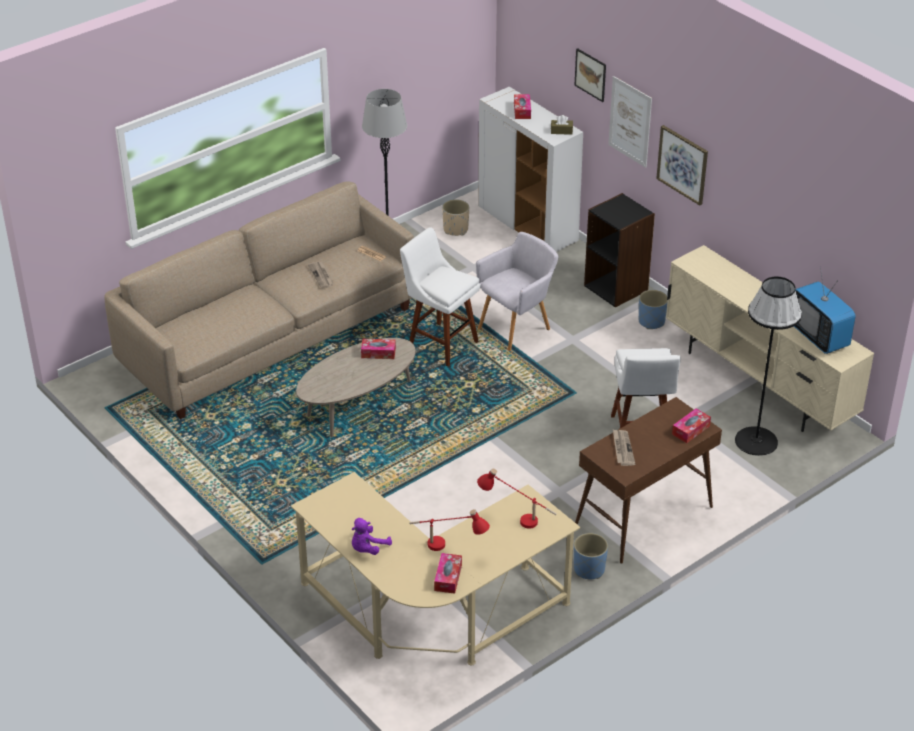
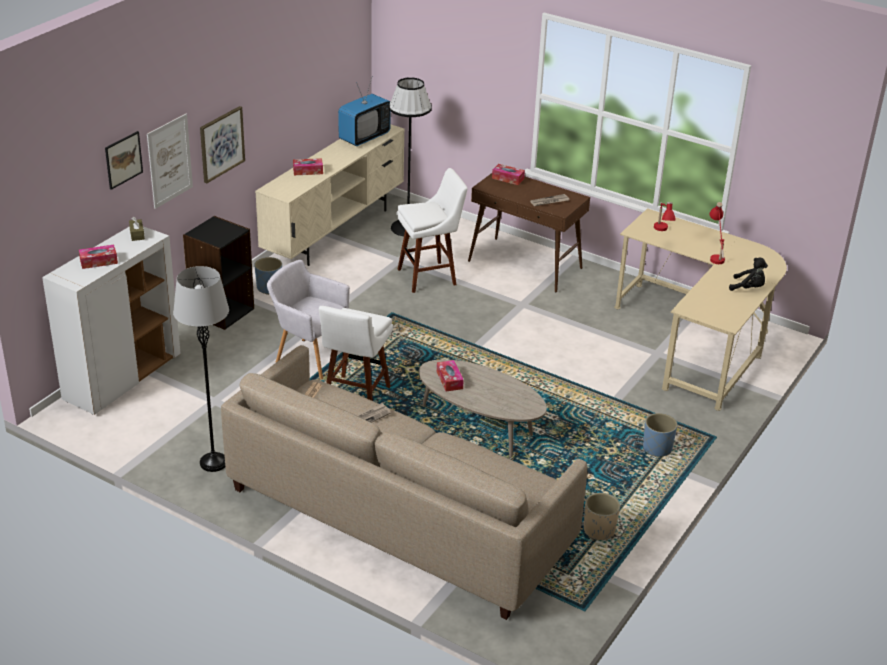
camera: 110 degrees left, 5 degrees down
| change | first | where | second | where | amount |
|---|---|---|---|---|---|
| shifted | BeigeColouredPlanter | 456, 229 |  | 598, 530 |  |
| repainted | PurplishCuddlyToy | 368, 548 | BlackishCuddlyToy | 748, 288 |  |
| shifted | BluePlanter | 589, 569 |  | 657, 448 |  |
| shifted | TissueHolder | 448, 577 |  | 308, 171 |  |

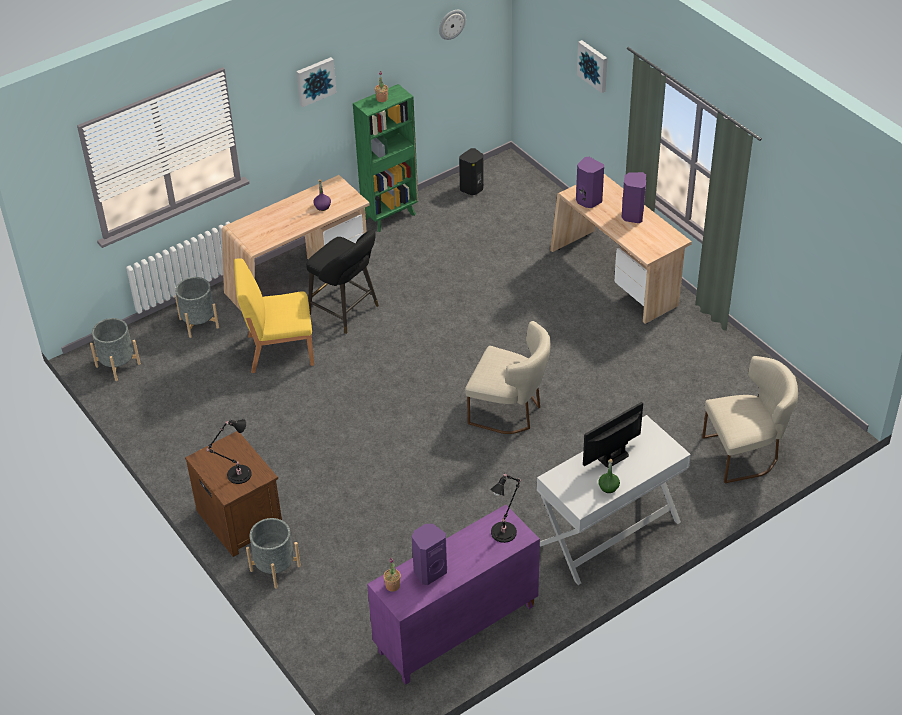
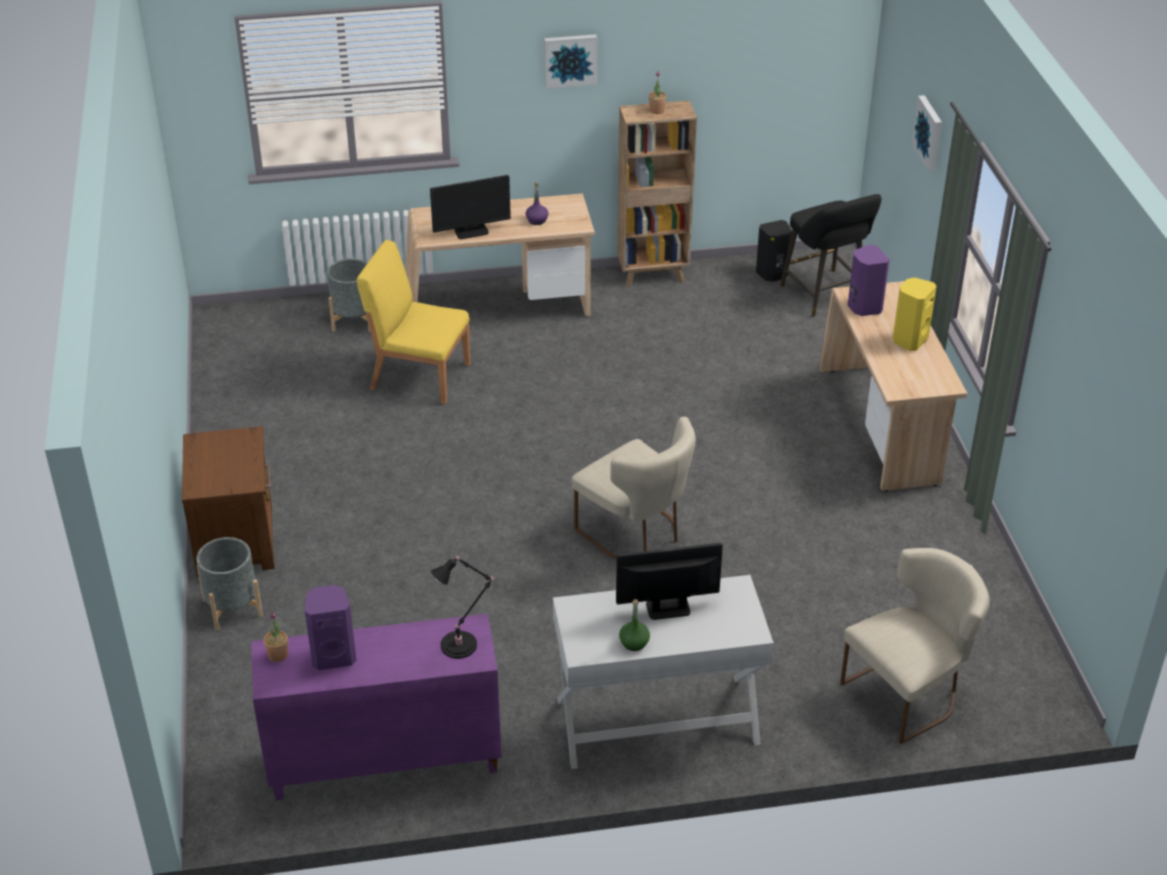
camera: 25 degrees right, 5 degrees down
| change | first | where | second | where | amount |
|---|---|---|---|---|---|
| gone | ClockOnTheWall | 451, 24 |  |  |  |
| repainted | GreenColouredBookcase | 391, 216 | BrownBookcase | 653, 275 |  |
| repainted | PurplishLoudspeaker | 632, 215 | YellowLoudspeaker | 909, 340 |  |
| shifted | BlackishSittingStool | 346, 312 |  | 826, 296 |  |
| gone | GrayPlanter | 118, 365 |  |  |  |
| rotated | BeigeColouredUprightChair | 745, 453 |  | 909, 693 | 45 degrees counterclockwise |
| gone | BlackishLampForATable | 237, 475 |  |  |  |
| new |  |  | ComputerScreen | 471, 231 |  |

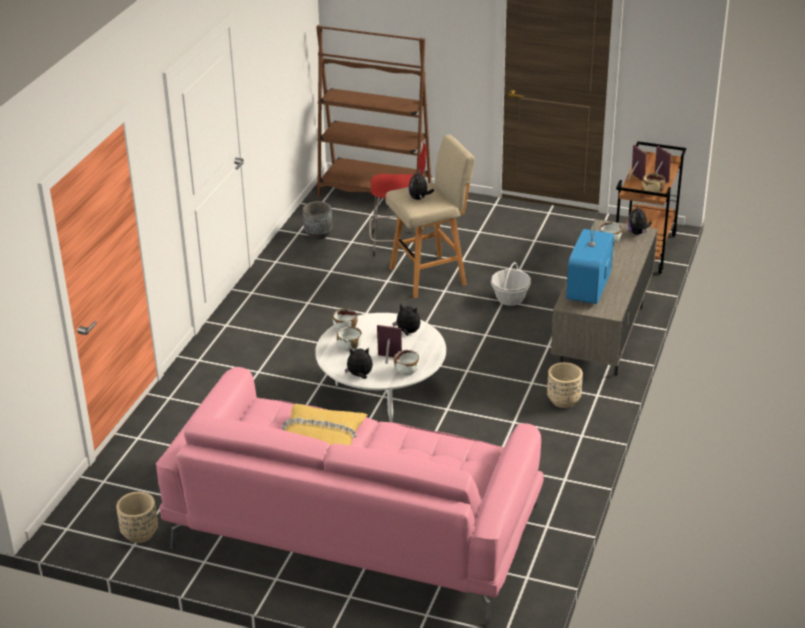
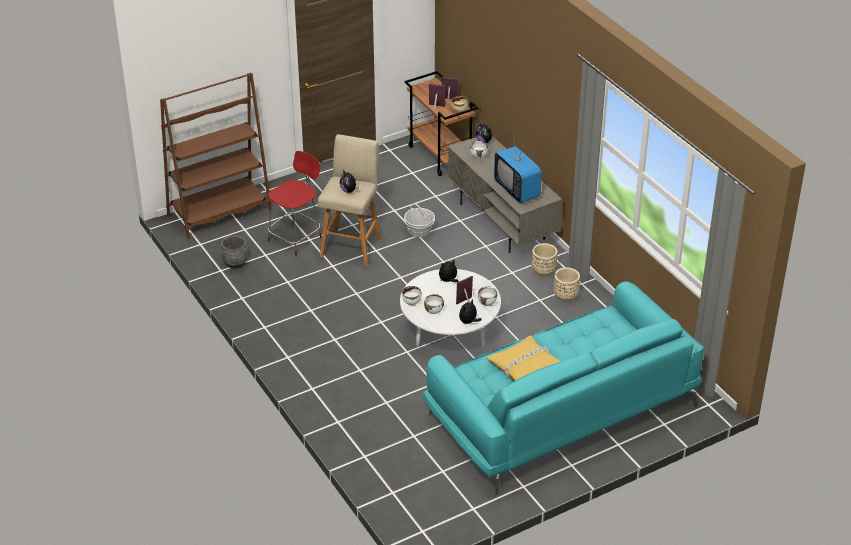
camera: 50 degrees left, 5 degrees up
| change | first | where | second | where | amount |
|---|---|---|---|---|---|
| repainted | PinkishSettee | 353, 526 | BlueGreenSettee | 560, 411 |  |
| shifted | BeigeColouredPlanter | 140, 534 |  | 565, 296 |  |

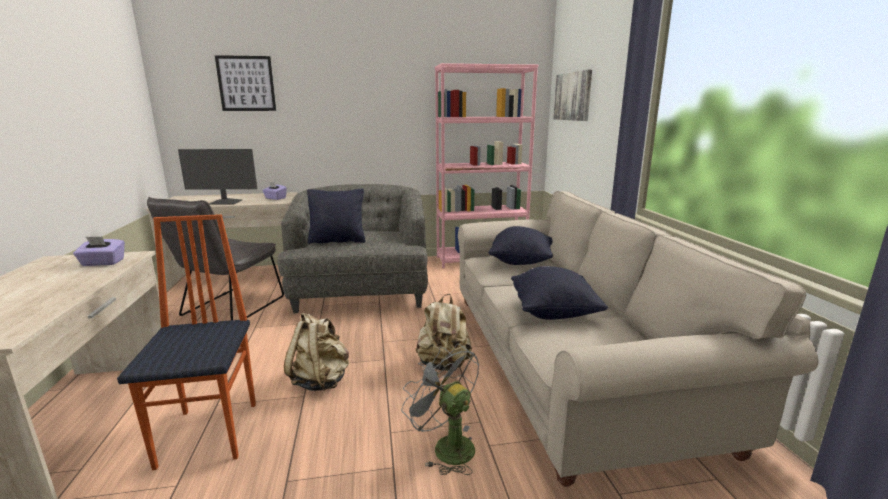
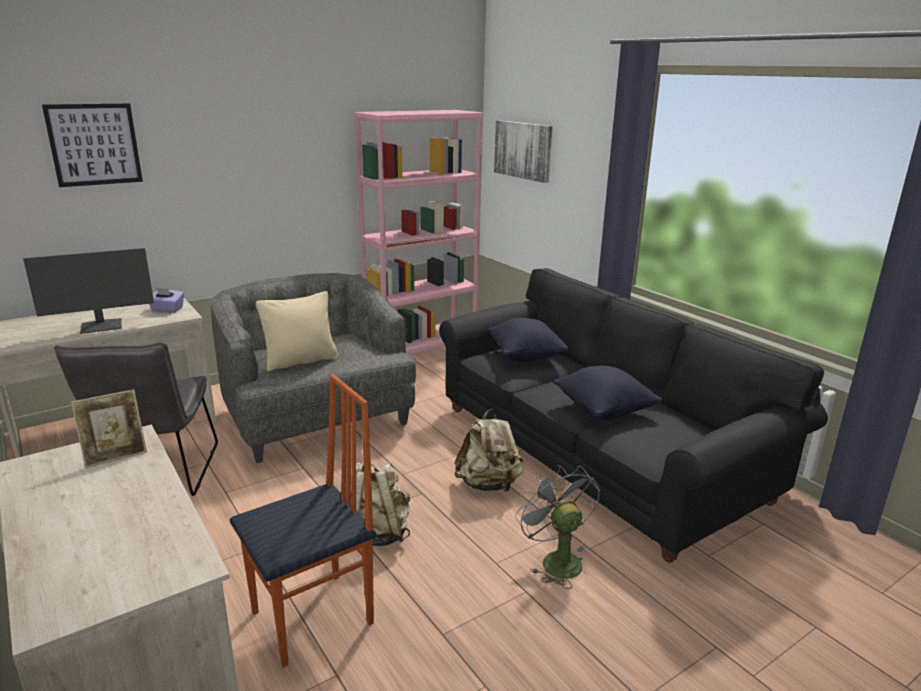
camera: 25 degrees left, 5 degrees up
| change | first | where | second | where | amount |
|---|---|---|---|---|---|
| repainted | BlackishPillow | 337, 241 | BeigeColouredPillow | 301, 361 |  |
| repainted | BeigeColouredSettee | 566, 361 | BlackishSettee | 596, 453 |  |
| rotated | UprightChair | 211, 433 |  | 314, 618 | 90 degrees clockwise |
| swapped | PurplishTissueHolder | 103, 263 | PhotoFrame | 116, 455 |  |
| rotated | GrayElectricFan | 446, 446 |  | 555, 560 | 45 degrees clockwise |

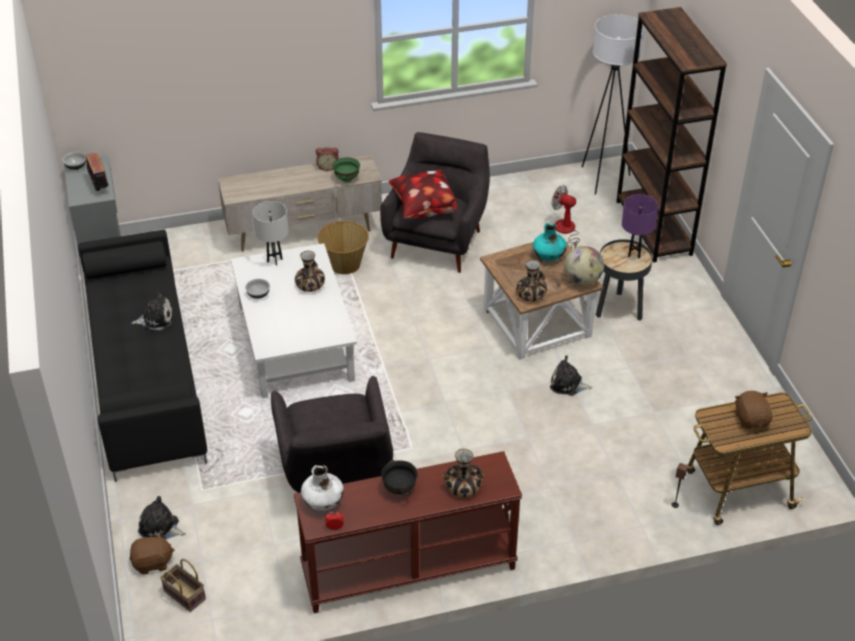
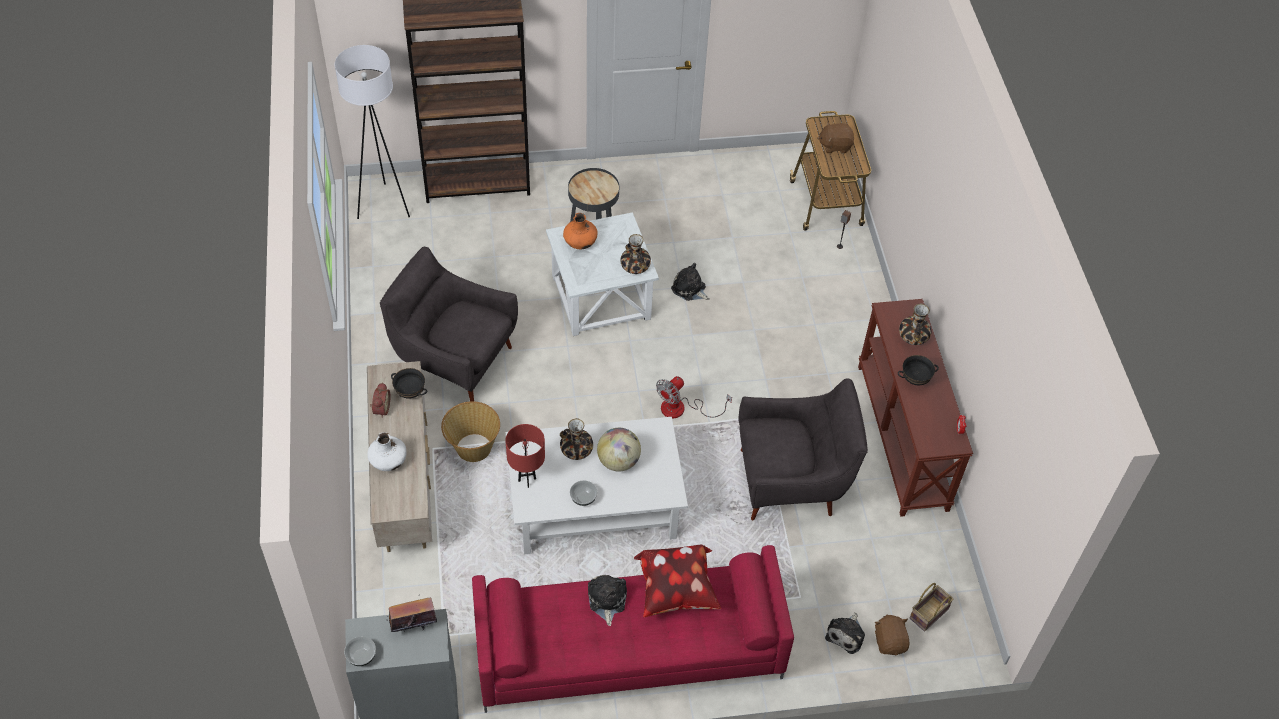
camera: 85 degrees left, 10 degrees up
| change | first | where | second | where | amount |
|---|---|---|---|---|---|
| repainted | GreenColouredDeepDish | 346, 179 | BlackishDeepDish | 410, 393 |  |
| shifted | Pillow | 423, 209 |  | 676, 593 |  |
| shifted | ElectricFan | 566, 232 |  | 682, 409 |  |
| gone | PurplishLampForATable | 634, 254 |  |  |  |
| repainted | WhitishLampForATable | 274, 260 | RedColouredLampForATable | 527, 480 |  |
| repainted | BlueGreenDecorativeVase | 549, 257 | OrangeyDecorativeVase | 580, 243 |  |
| repainted | BlackishSettee | 145, 377 | RedColouredSettee | 628, 651 |  |
| repainted | BrownEndTable | 538, 323 | WhitishEndTable | 601, 296 |  |
| shifted | DeskGlobe | 582, 281 |  | 618, 461 |  |
| rotated | CuddlyToy | 568, 384 |  | 690, 289 | 105 degrees clockwise |
| shifted | WhitishDecorativeVase | 323, 502 |  | 388, 461 |  |

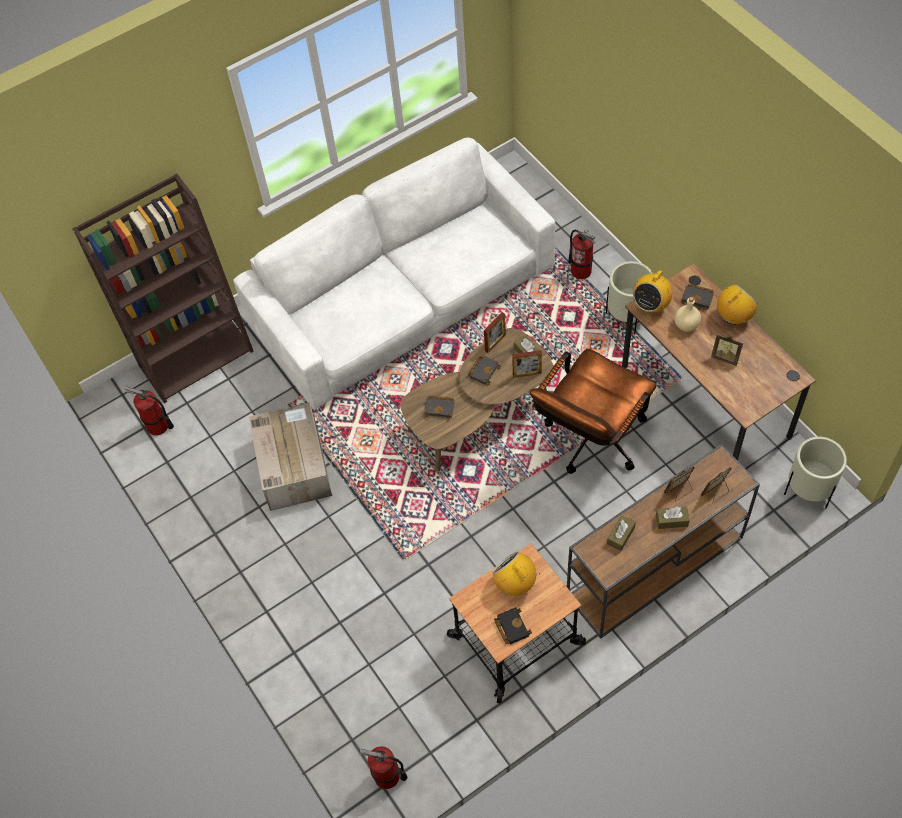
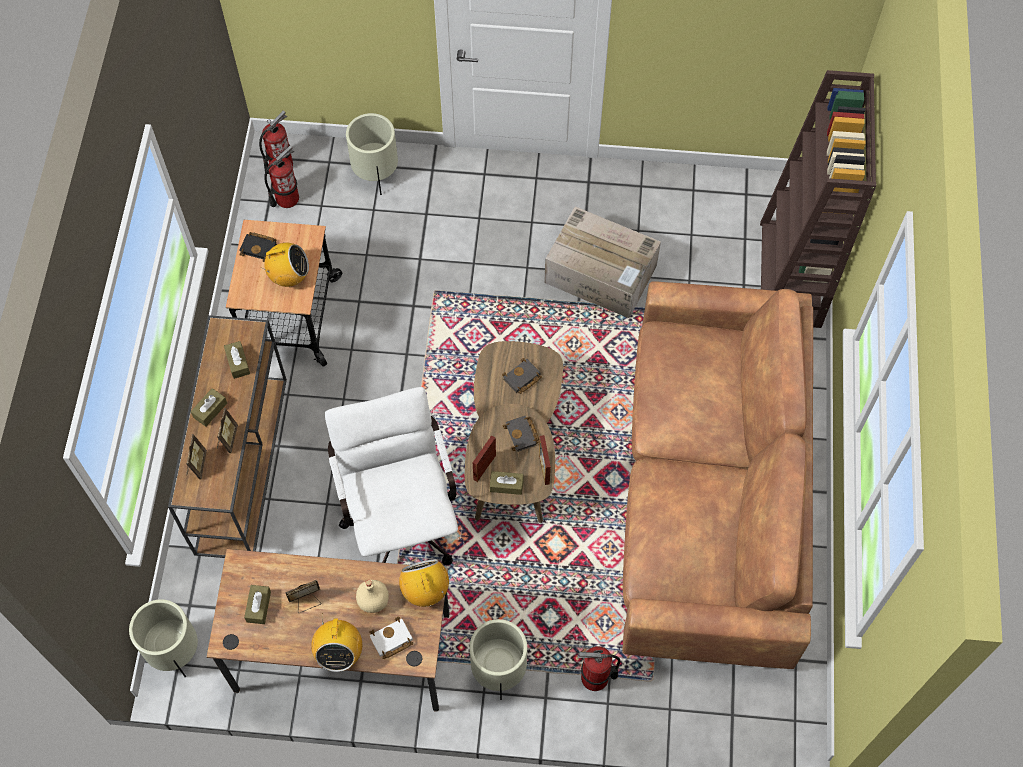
camera: 125 degrees right, 5 degrees up
| change | first | where | second | where | amount |
|---|---|---|---|---|---|
| repainted | WhitishSettee | 403, 297 | BrownSettee | 710, 488 |  |
| repainted | BlackishBook | 698, 298 | WhitishBook | 391, 640 |  |
| repainted | BrownComputerChair | 590, 442 | WhitishComputerChair | 400, 516 |  |
| shifted | FireFightingCylinder | 158, 426 |  | 287, 198 |  |
| new |  |  | BeigeColouredPlanter | 376, 174 |  |
| new |  |  | BrownTissueHolder | 258, 606 |  |

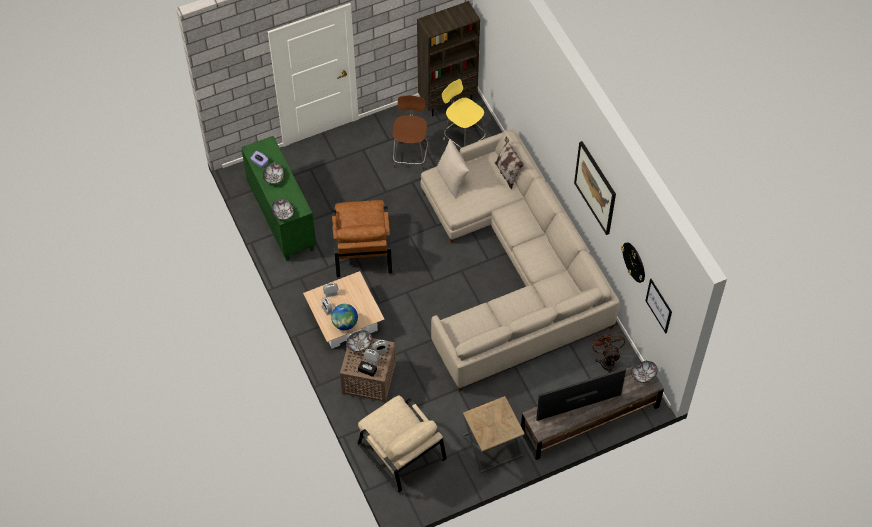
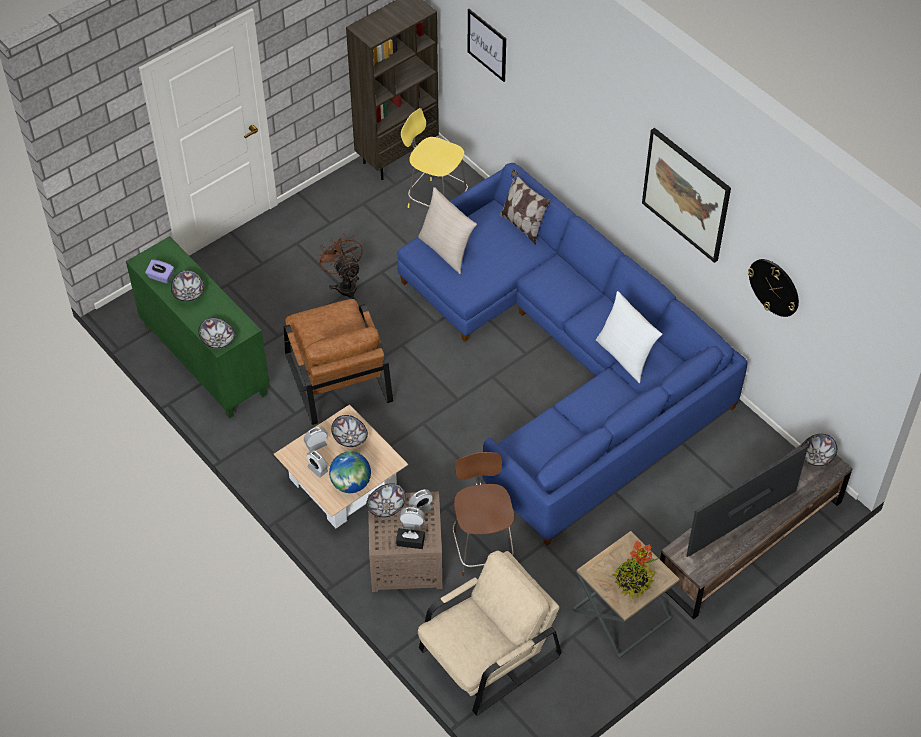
camera: 15 degrees left, 5 degrees down
| change | first | where | second | where | amount |
|---|---|---|---|---|---|
| shifted | BrownSittingStool | 410, 155 |  | 482, 547 |  |
| repainted | BeigeColouredSettee | 512, 271 | BlueSettee | 566, 361 |  |
| shifted | WallPicture | 659, 306 |  | 487, 45 |  |
| shifted | BrownElectricFan | 607, 360 |  | 345, 285 |  |
| rotated | BeigeColouredArmchair | 400, 451 |  | 487, 654 | 75 degrees counterclockwise |
| new |  |  | WhitishPillow | 625, 356 |  |
| new |  |  | DeepDish | 349, 438 |  |
| new |  |  | Houseplant | 633, 582 |  |

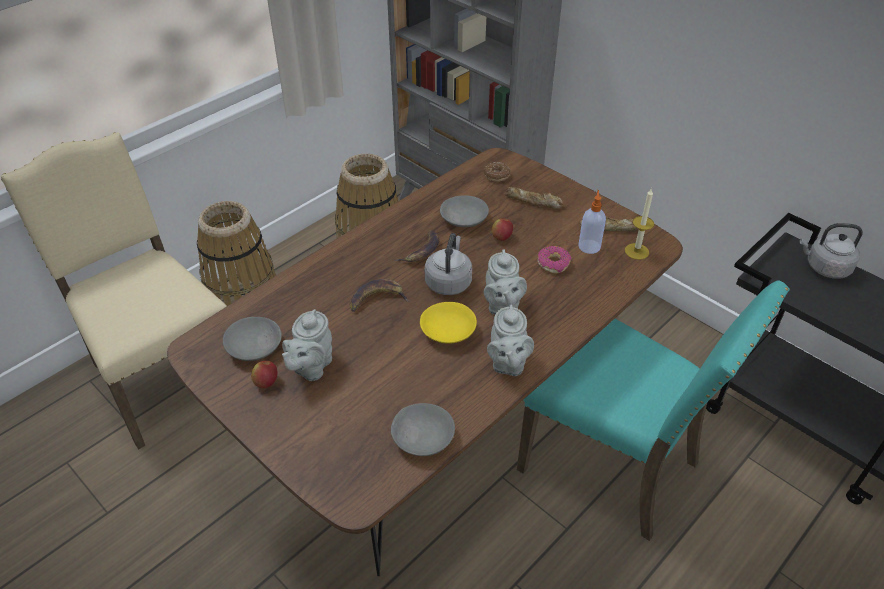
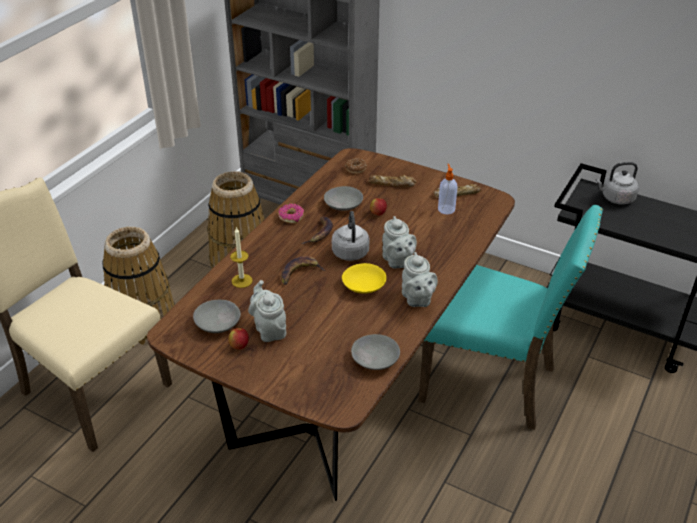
camera: 15 degrees left, 5 degrees down
| change | first | where | second | where | amount |
|---|---|---|---|---|---|
| shifted | WaxLight | 636, 251 |  | 242, 281 |  |
| shifted | Doughnut | 553, 263 |  | 291, 217 |  |
| rotated | GrayPotForTea | 311, 367 |  | 269, 329 | 150 degrees clockwise |

